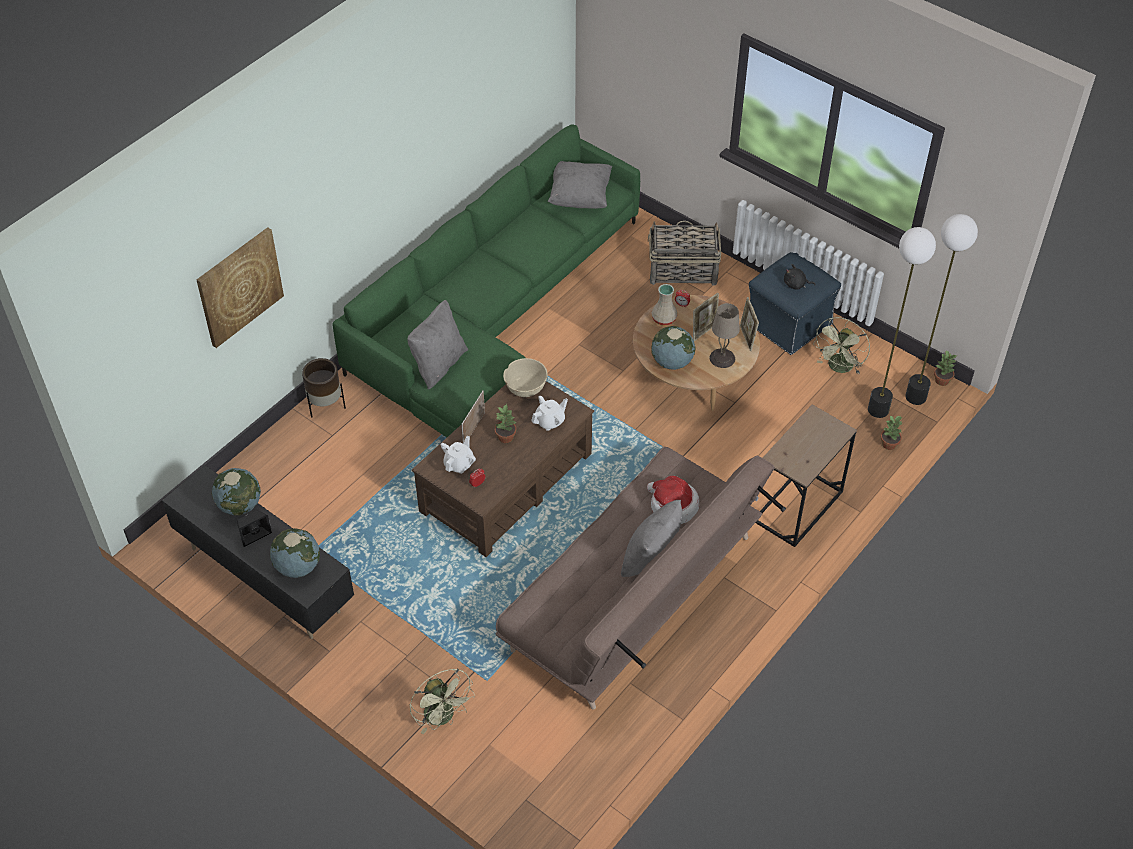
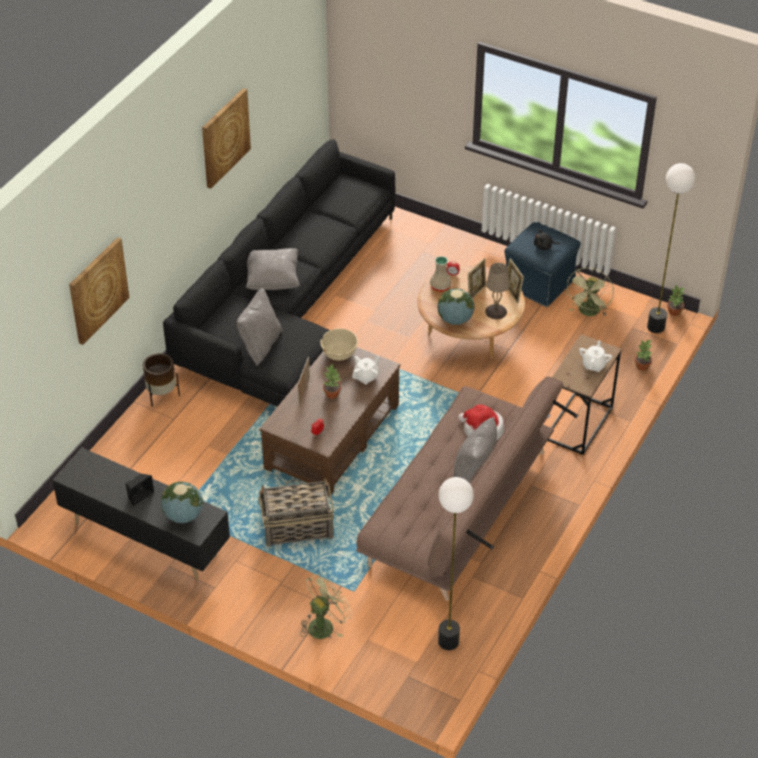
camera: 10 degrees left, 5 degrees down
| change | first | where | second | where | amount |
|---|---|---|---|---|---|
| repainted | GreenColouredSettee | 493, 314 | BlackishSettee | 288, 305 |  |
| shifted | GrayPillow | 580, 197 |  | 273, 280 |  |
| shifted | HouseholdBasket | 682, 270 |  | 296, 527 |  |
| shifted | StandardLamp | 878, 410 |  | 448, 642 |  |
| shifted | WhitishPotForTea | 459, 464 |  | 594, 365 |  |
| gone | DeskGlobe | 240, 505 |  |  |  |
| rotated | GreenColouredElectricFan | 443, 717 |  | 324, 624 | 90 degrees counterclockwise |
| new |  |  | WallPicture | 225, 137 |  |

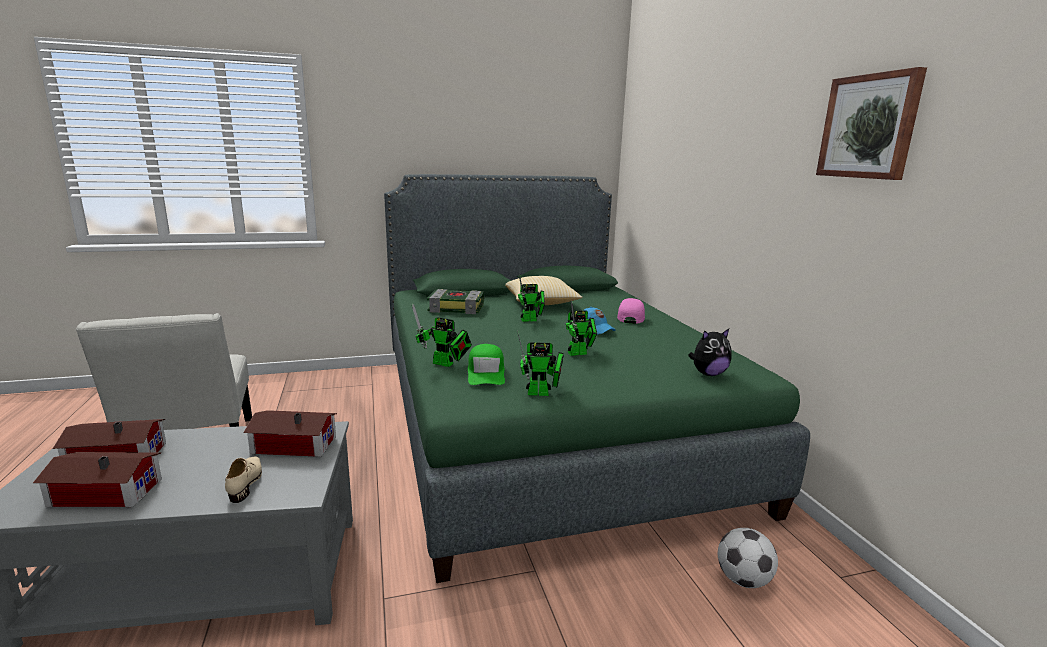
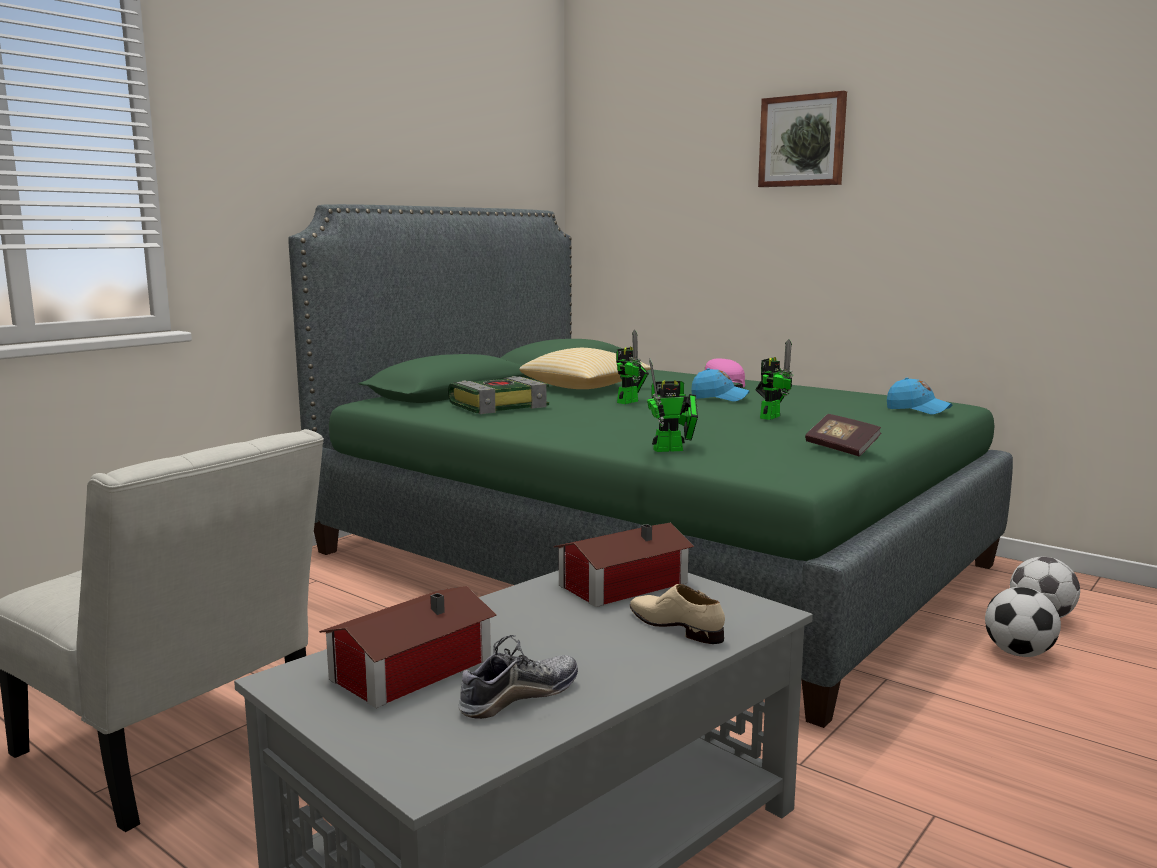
camera: 35 degrees left, 5 degrees down
| change | first | where | second | where | amount |
|---|---|---|---|---|---|
| shifted | WallPicture | 869, 127 |  | 802, 141 |  |
| swapped | CuddlyToy | 708, 374 | BlueCap | 918, 410 |  |
| swapped | RobotFigure | 542, 393 | Book | 841, 448 |  |
| gone | GreenColouredCap | 486, 373 |  |  |  |
| swapped | ToyHouse | 105, 491 | ItemOfFootwear | 518, 697 |  |
| new |  |  | Football | 1018, 653 |  |

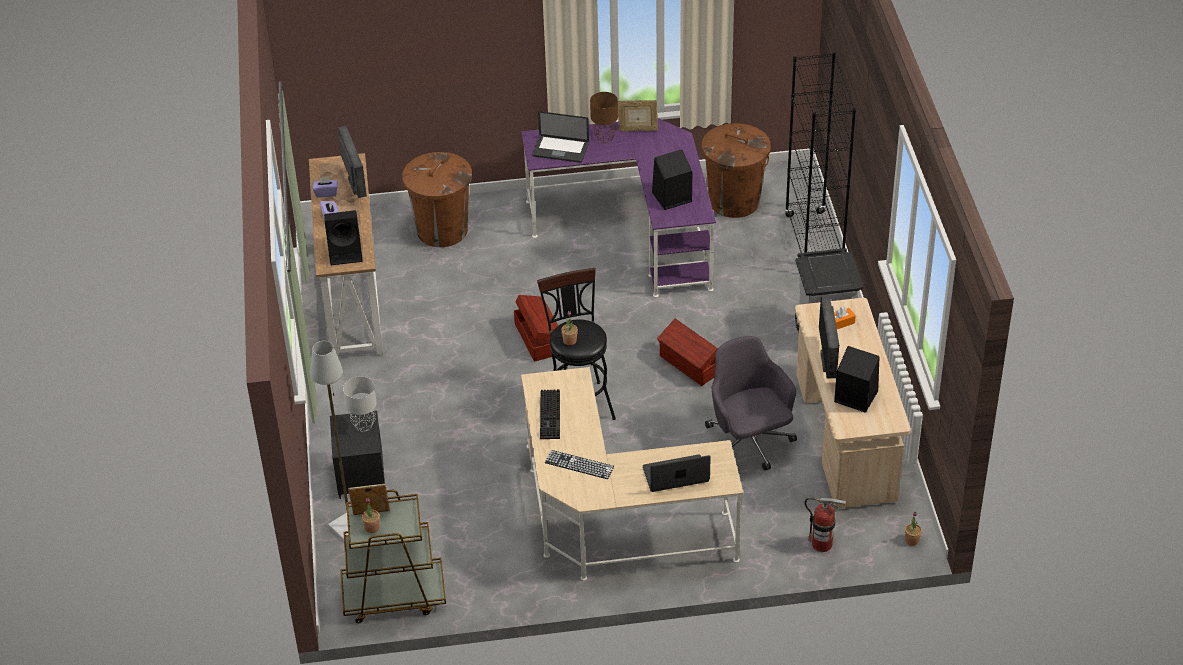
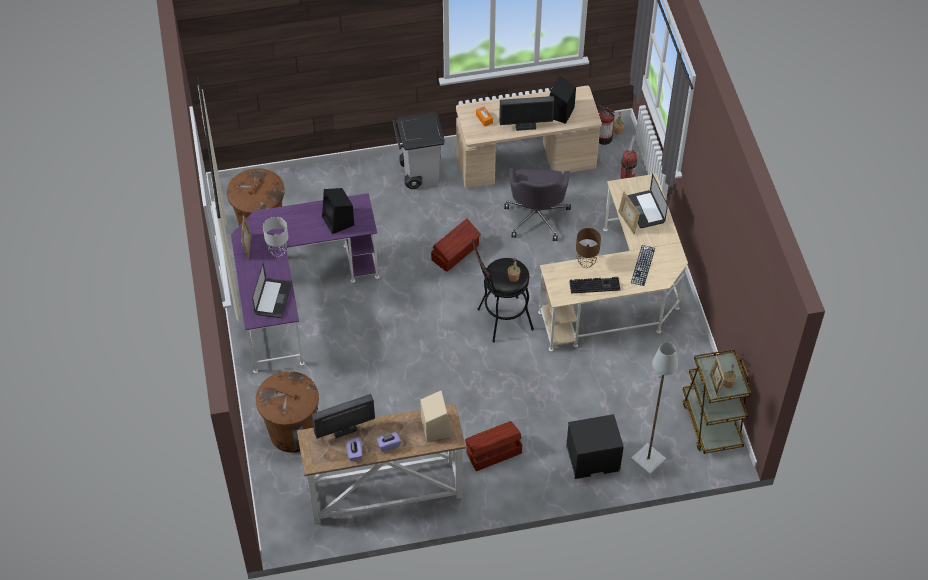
camera: 95 degrees left, 10 degrees up
| change | first | where | second | where | amount |
|---|---|---|---|---|---|
| gone | BlackishBookcase | 814, 243 |  |  |  |
| shifted | BrownLampForATable | 605, 138 |  | 585, 263 |  |
| repainted | BlackishLoudspeaker | 346, 253 | BeigeColouredLoudspeaker | 436, 426 |  |
| shifted | BrownStorageBin | 537, 338 |  | 493, 452 |  |
| rotated | GrayComputerChair | 748, 444 |  | 536, 217 | 60 degrees counterclockwise |
| shifted | GrayLampForATable | 363, 425 |  | 278, 252 |  |
| new |  |  | FireFightingCylinder | 603, 137 |  |
| new |  |  | PhotoFrame | 627, 222 |  |

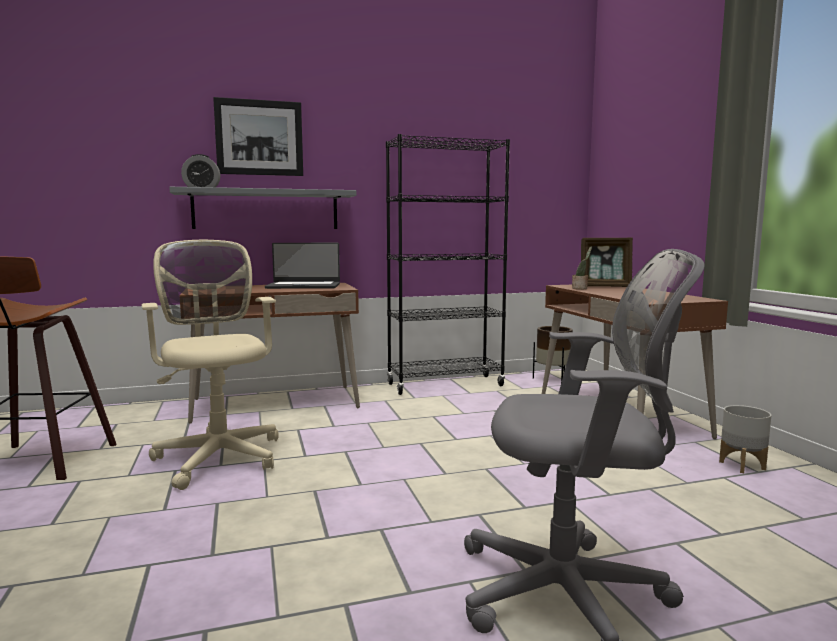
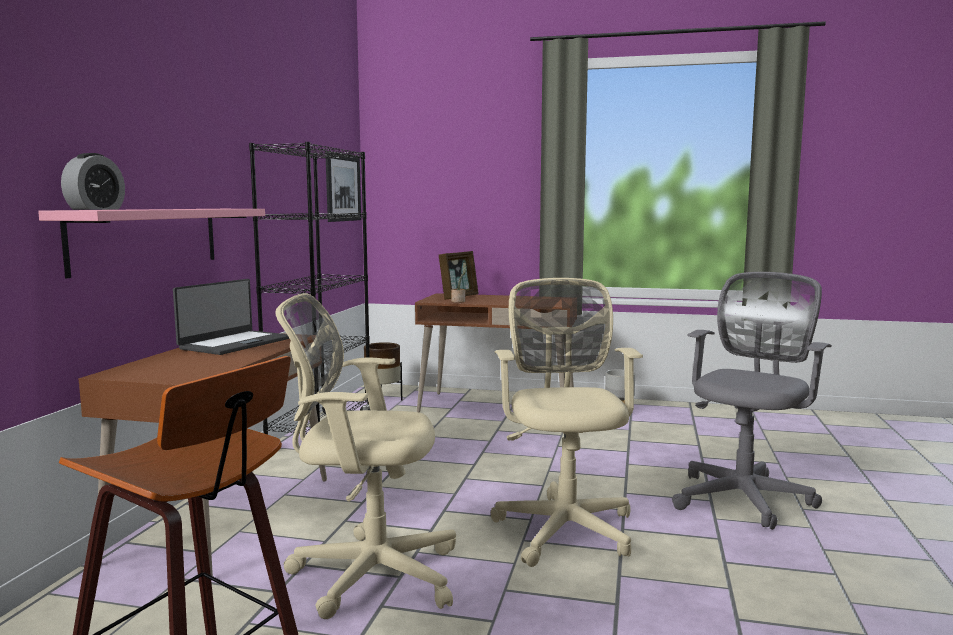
camera: 60 degrees left, 0 degrees up
| change | first | where | second | where | amount |
|---|---|---|---|---|---|
| shifted | WallPicture | 259, 138 |  | 343, 187 |  |
| repainted | GrayWallShelf | 266, 210 | PinkishWallShelf | 147, 238 |  |
| new |  |  | BeigeColouredComputerChair | 565, 527 |  |

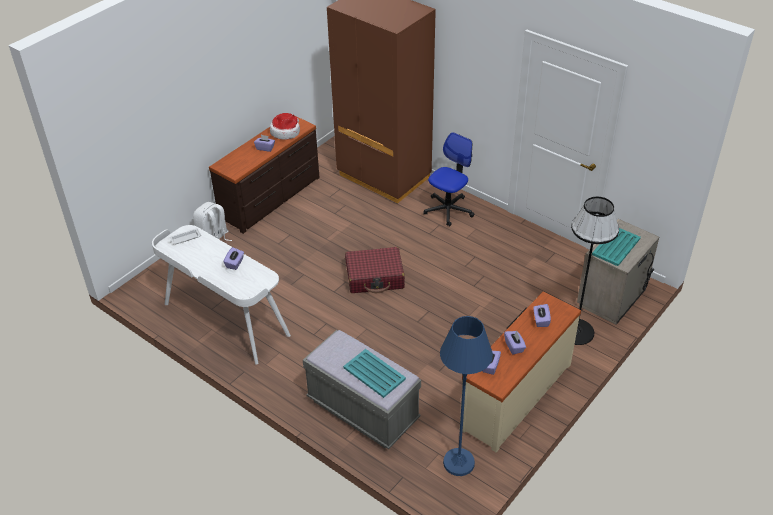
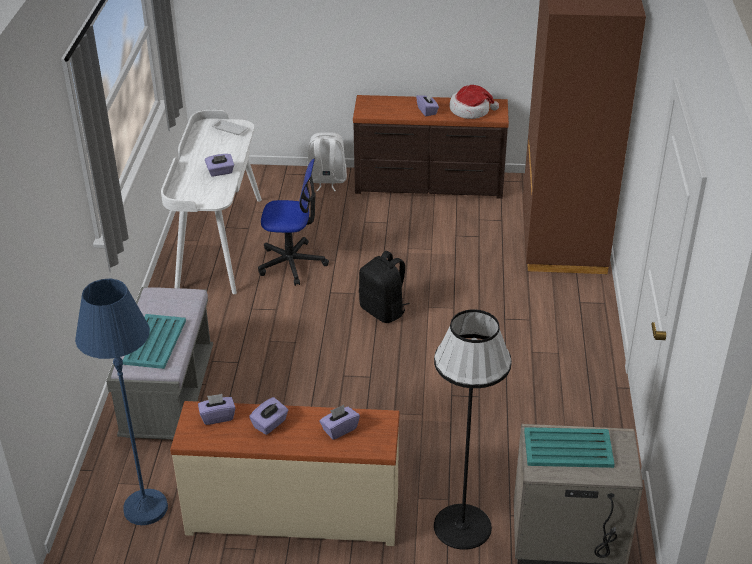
camera: 55 degrees right, 5 degrees down
| change | first | where | second | where | amount |
|---|---|---|---|---|---|
| shifted | ComputerChair | 448, 210 |  | 292, 263 |  |
| swapped | RedColouredTravelCase | 375, 277 | BlackishRucksack | 383, 311 |  |

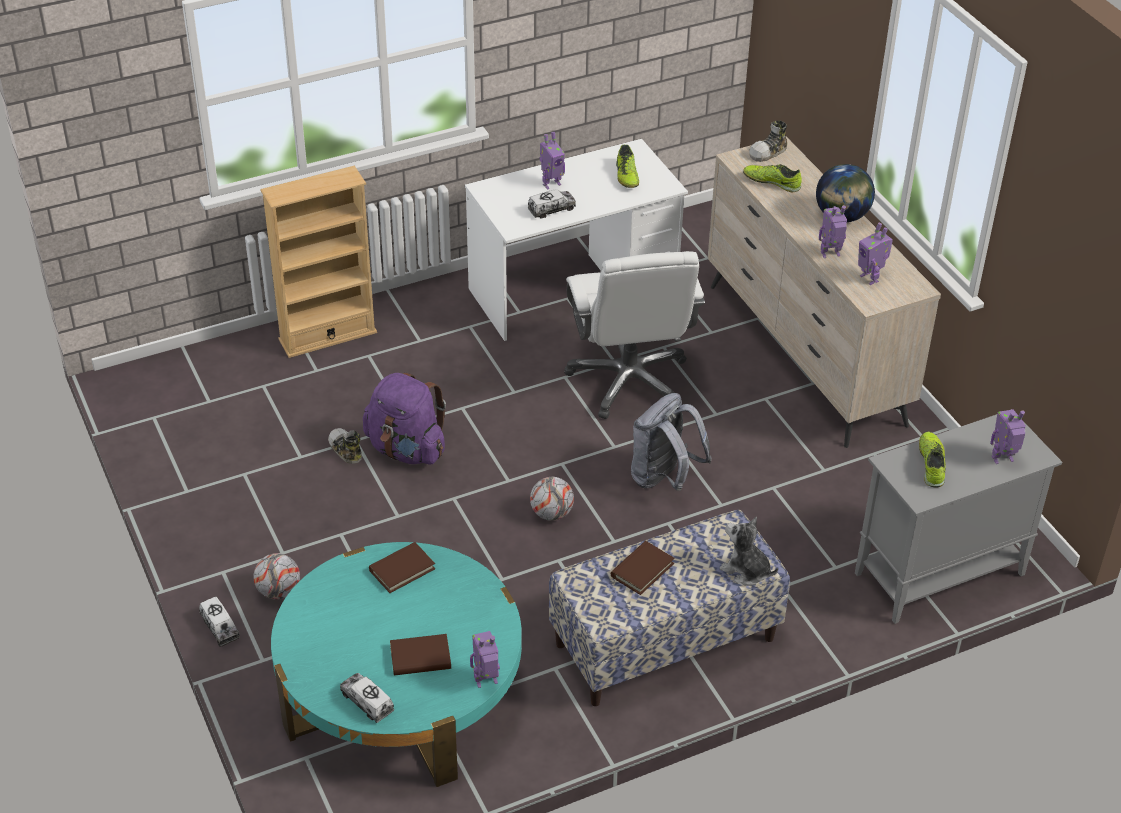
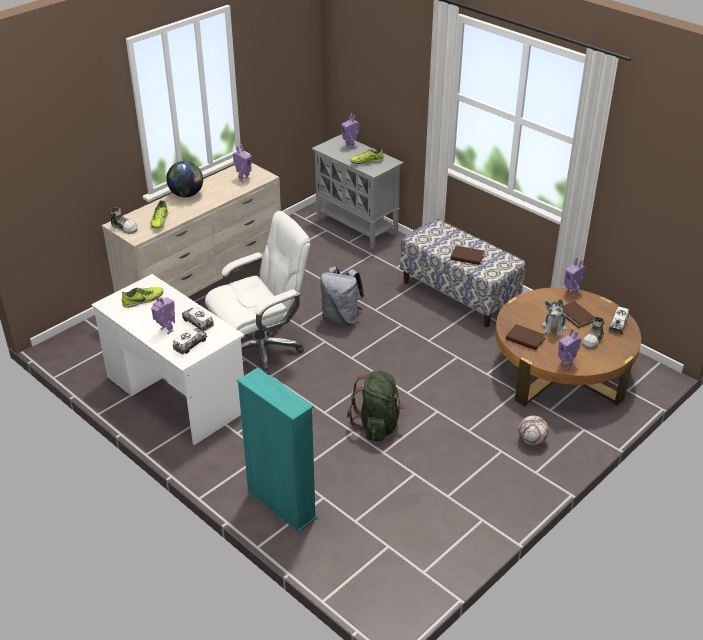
camera: 110 degrees left, 5 degrees down
| change | first | where | second | where | amount |
|---|---|---|---|---|---|
| repainted | BeigeColouredBookcase | 327, 336 | BlueGreenBookcase | 281, 505 |  |
| shifted | RobotFigure | 830, 254 |  | 566, 364 |  |
| repainted | PurplishRucksack | 406, 449 | GreenColouredRucksack | 378, 425 |  |
| shifted | ItemOfFootwear | 345, 450 |  | 593, 340 |  |
| gone | Football | 551, 514 |  |  |  |
| shifted | CuddlyToy | 746, 571 |  | 554, 327 |  |
| repainted | BlueGreenCoffeeTable | 401, 693 | BrownCoffeeTable | 561, 370 |  |
| shifted | ToyLorry | 220, 628 |  | 190, 345 |  |

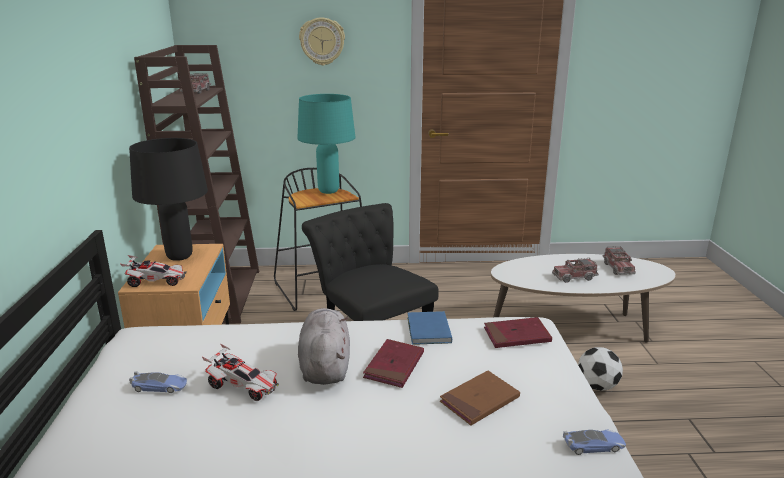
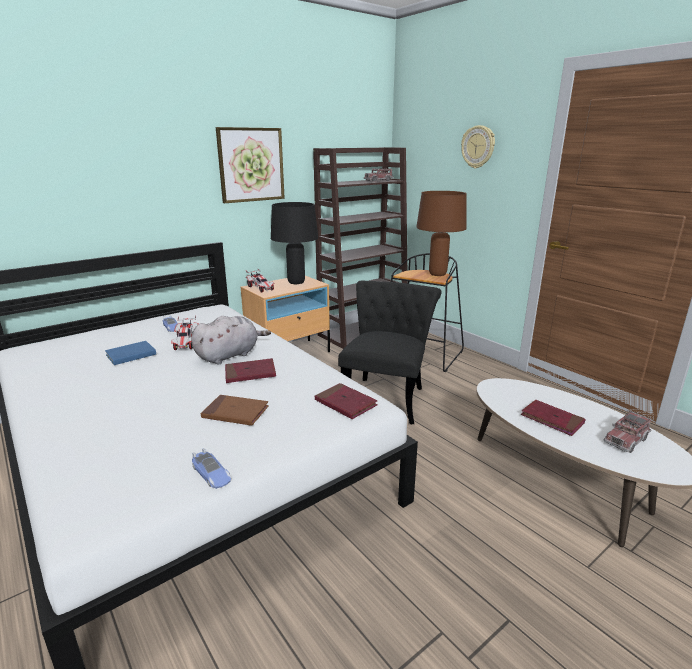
camera: 55 degrees right, 0 degrees up
| change | first | where | second | where | amount |
|---|---|---|---|---|---|
| repainted | BlueGreenLampForATable | 328, 191 | BrownLampForATable | 437, 274 |  |
| swapped | ToyLorry | 574, 277 | RedColouredBook | 552, 420 |  |
| shifted | BlueBook | 428, 331 |  | 129, 354 |  |
| gone | Football | 597, 386 |  |  |  |
| new |  |  | WallPicture | 251, 165 |  |

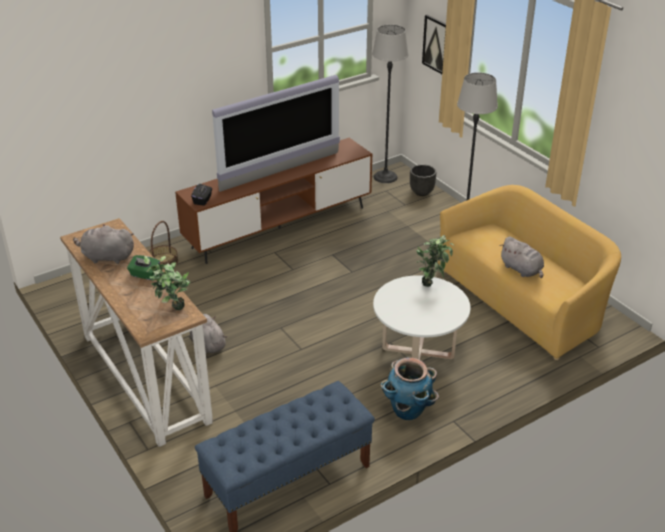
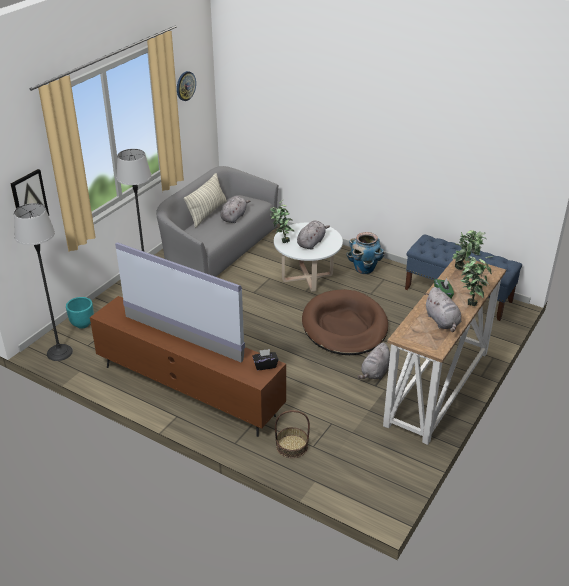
camera: 115 degrees left, 0 degrees up
| change | first | where | second | where | amount |
|---|---|---|---|---|---|
| repainted | BlackishPlanter | 422, 192 | BlueGreenPlanter | 82, 324 |  |
| repainted | YellowSettee | 523, 299 | GraySettee | 218, 249 |  |
| new |  |  | ClockOnTheWall | 185, 86 |  |
| new |  |  | Pillow | 207, 213 |  |
| new |  |  | GrayCuddlyToy | 311, 243 |  |
| new |  |  | Houseplant | 471, 301 |  |
| new |  |  | BrownDogBed | 344, 326 |  |

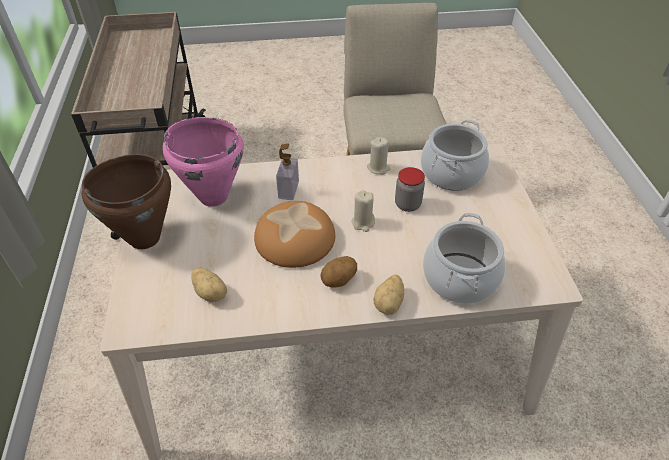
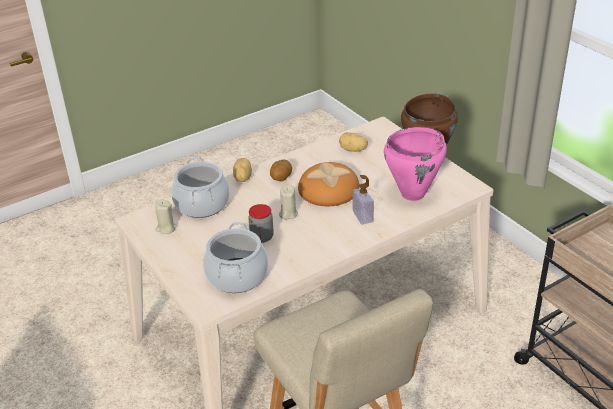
camera: 155 degrees right, 10 degrees down
| change | first | where | second | where | amount |
|---|---|---|---|---|---|
| shifted | BeigeColouredWaxLight | 378, 168 |  | 166, 228 |  |

